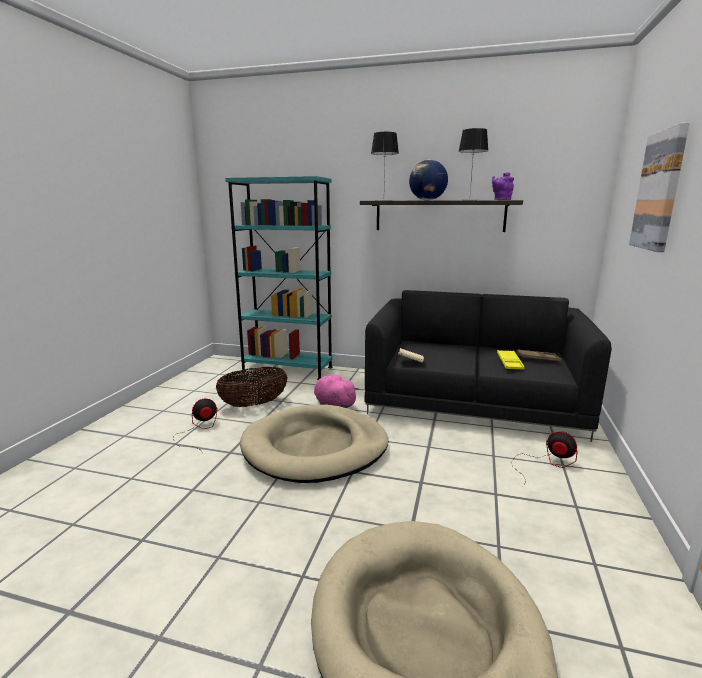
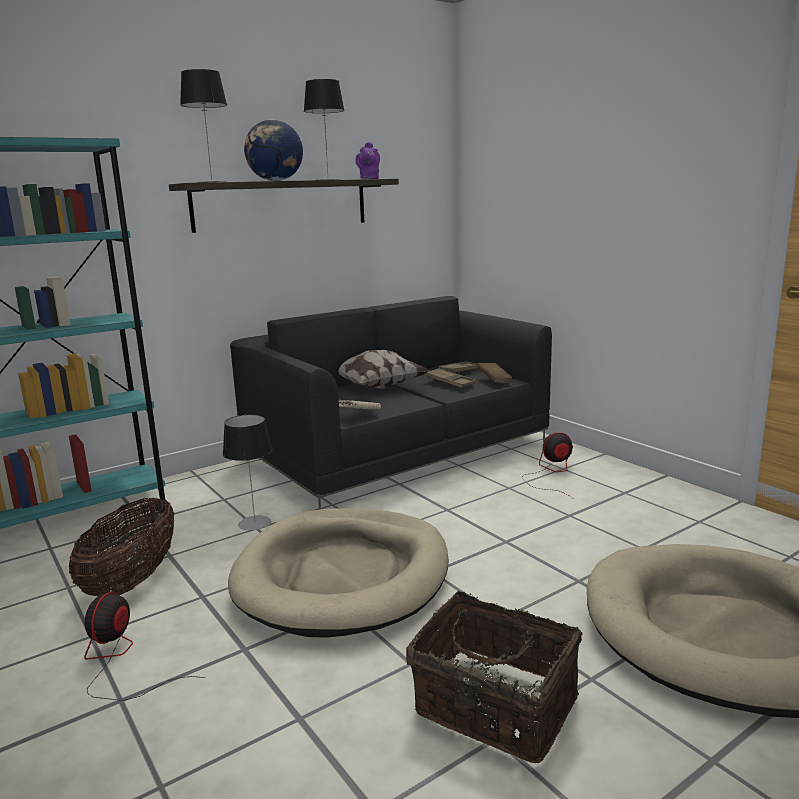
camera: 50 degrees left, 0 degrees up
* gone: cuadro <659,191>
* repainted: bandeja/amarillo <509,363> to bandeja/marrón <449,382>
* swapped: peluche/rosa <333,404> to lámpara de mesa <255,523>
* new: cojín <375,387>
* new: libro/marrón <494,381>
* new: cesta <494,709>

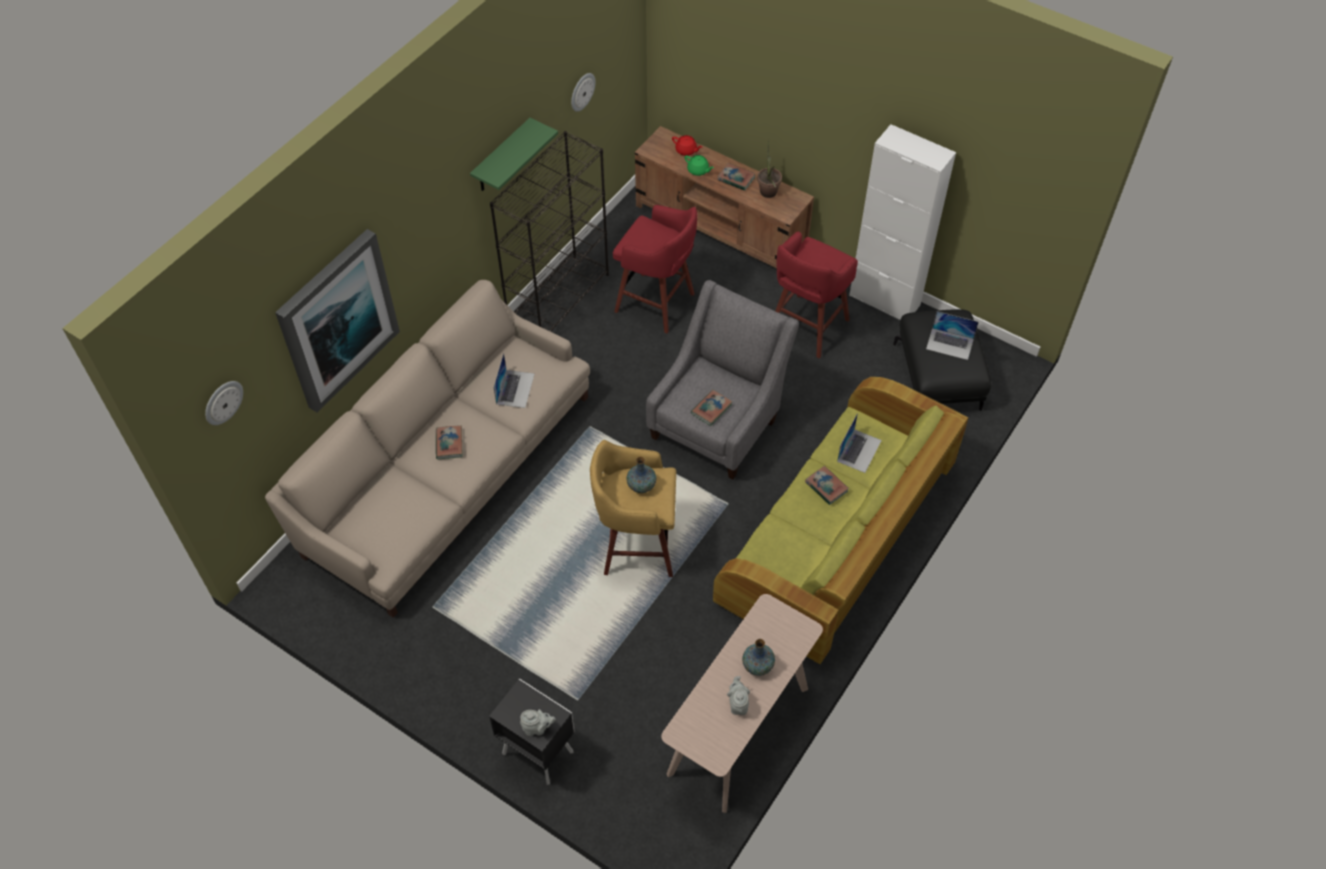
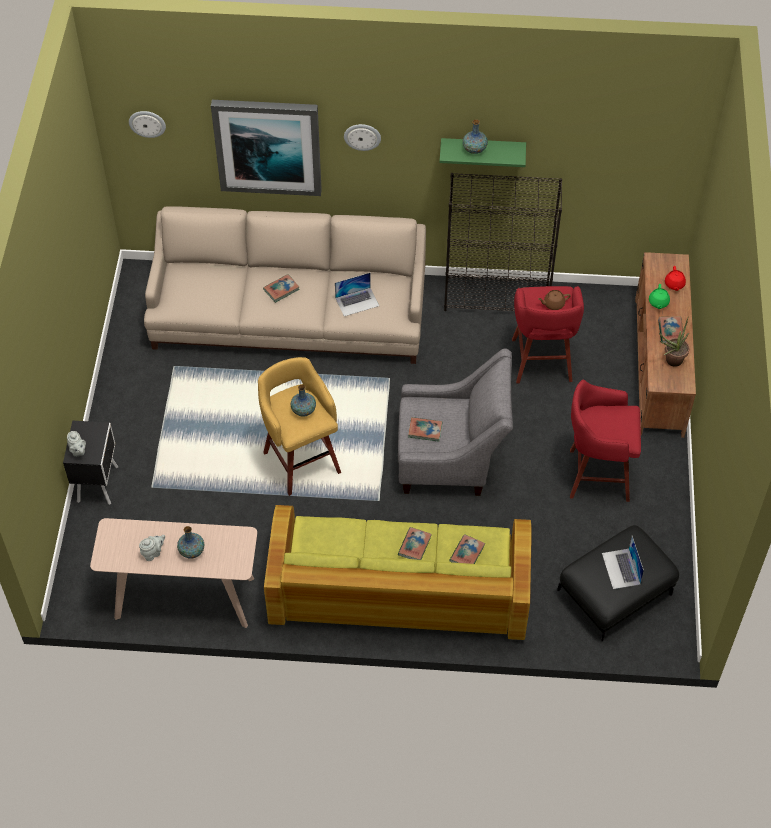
camera: 60 degrees right, 0 degrees up
* shifted: reloj de pared <582,91> to <362,136>
* gone: armario/blanco <884,300>
* swapped: portátil <859,450> to libro <467,553>
* new: florero <474,149>
* new: tetera/marrón <553,304>

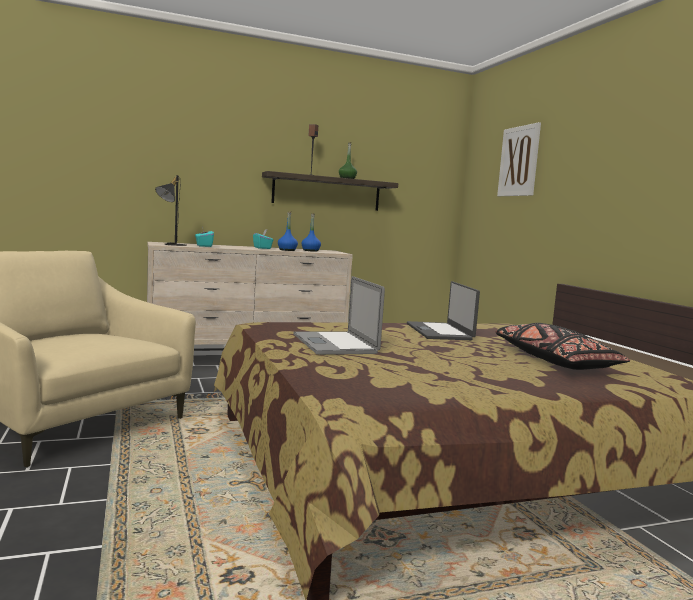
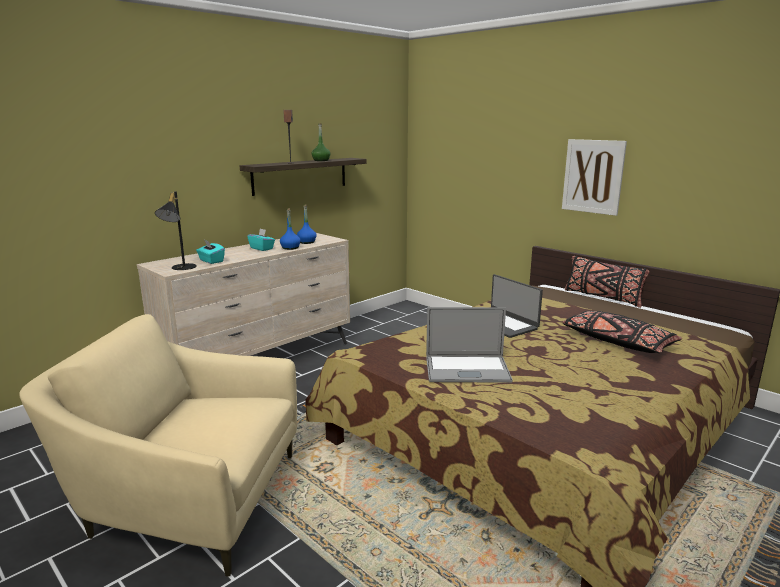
camera: 25 degrees left, 10 degrees up
* shifted: cuadro <519,161> to <593,176>
* rotated: portátil <334,343> = <467,369> 45 degrees counterclockwise
* new: cojín/negro <602,297>

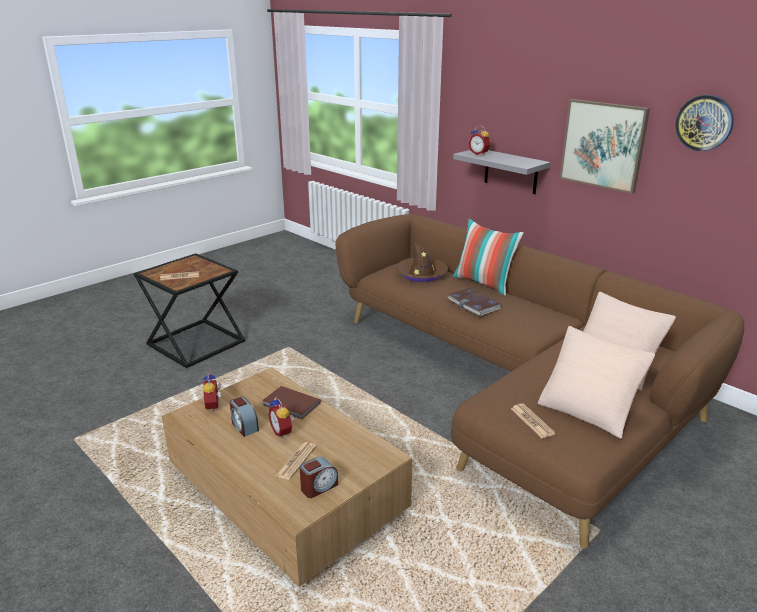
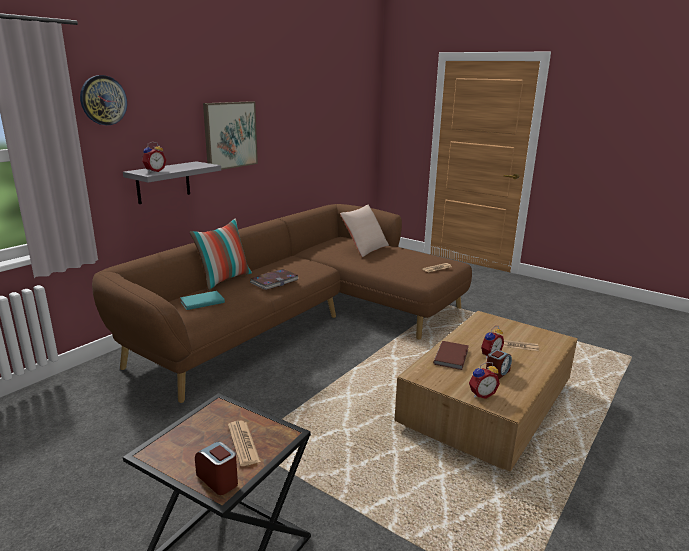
camera: 100 degrees left, 5 degrees down
* shifted: reloj de pared <704,123> to <103,100>
* swapped: sombrero/marrón <421,274> to libro/turquesa <201,302>
* gone: cojín/beis <588,409>
* shifted: despertador <319,487> to <218,479>

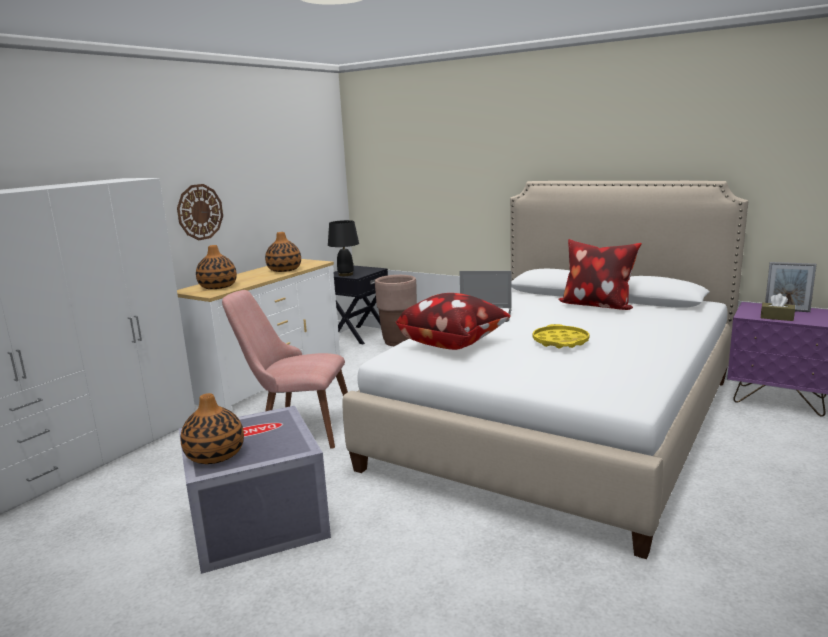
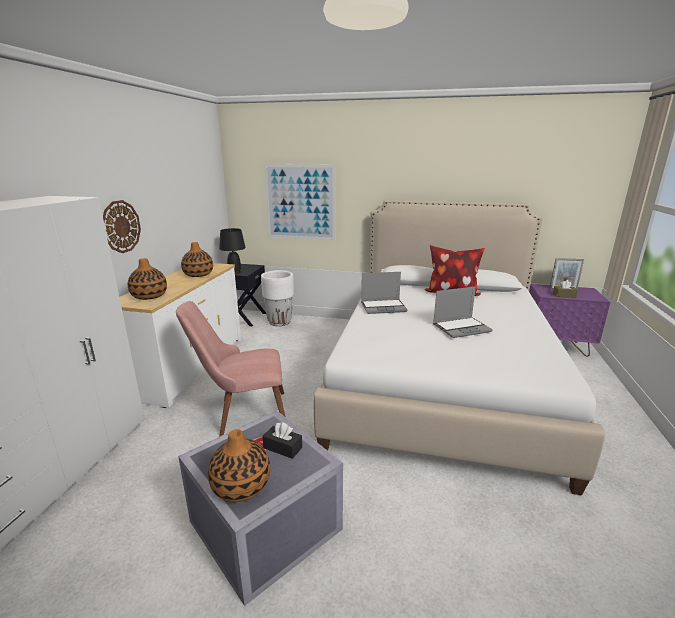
camera: 20 degrees left, 5 degrees up
* repainted: maceta/marrón <399,342> to maceta/blanco <279,322>
* gone: cojín <452,343>
* swapped: bandeja/amarillo <560,341> to portátil <461,328>
* new: cuadro <300,202>
* new: caja de pañuelos/negro <282,447>

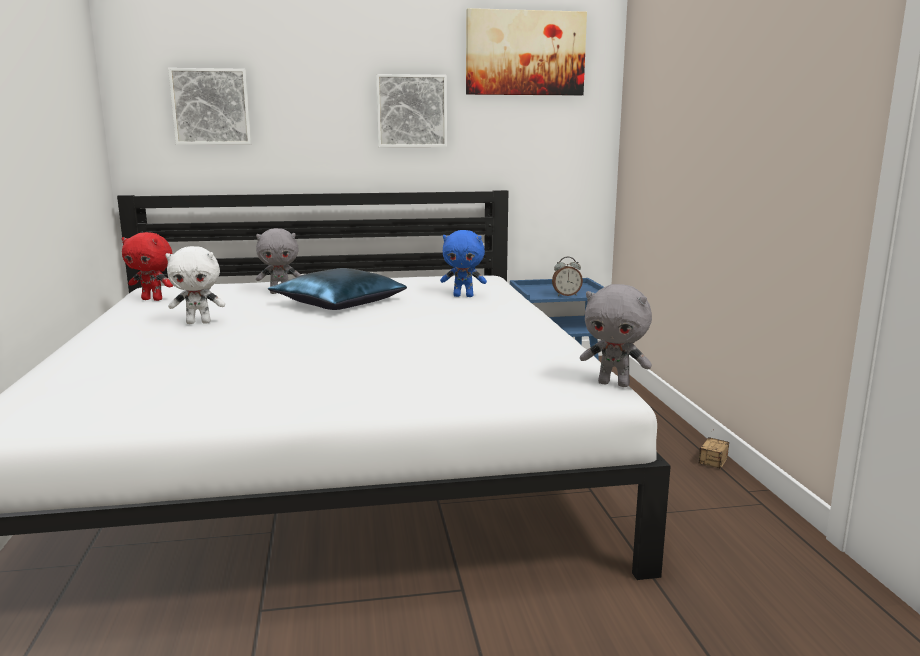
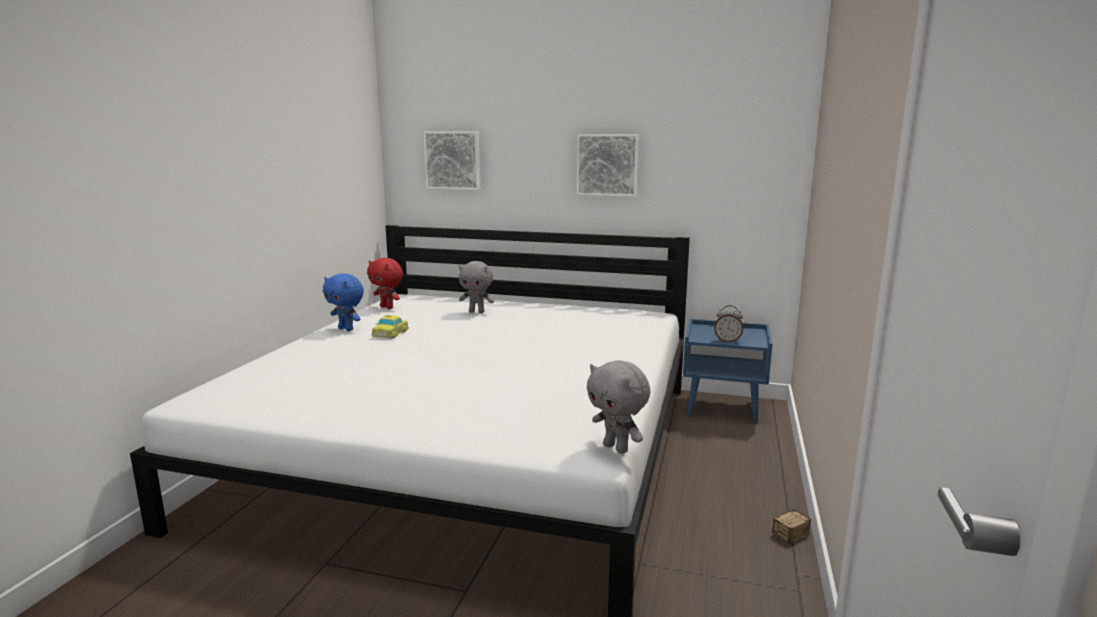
camera: 25 degrees right, 0 degrees up
* gone: cuadro <525,53>
* shifted: peluche/azul <463,296> to <347,329>
* swapped: peluche/blanco <199,322> to coche de juguete <391,333>
* gone: cojín/azul <339,303>

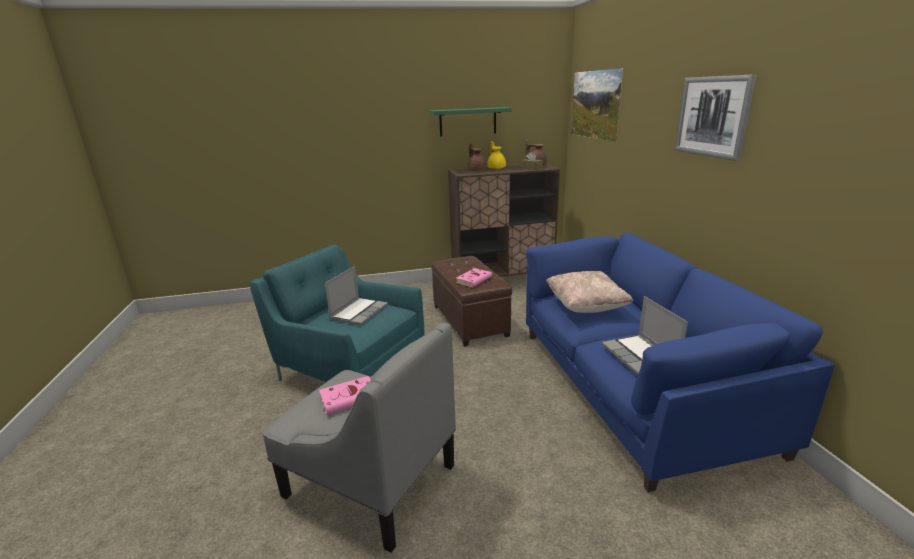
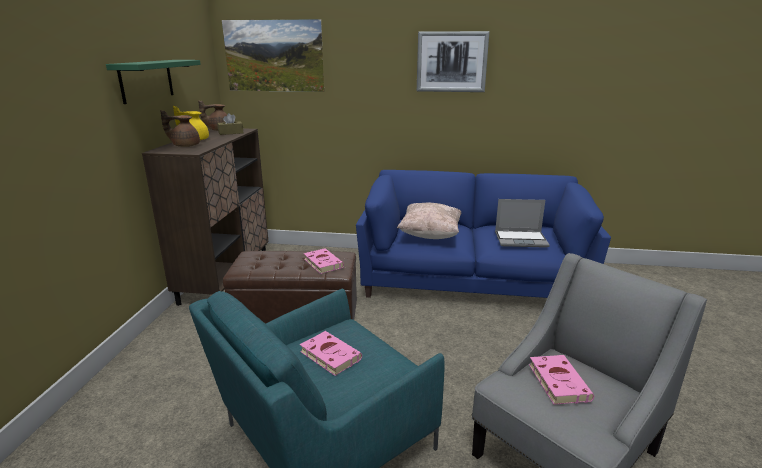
camera: 70 degrees left, 0 degrees up
* swapped: portátil <359,312> to libro/rosa <329,355>

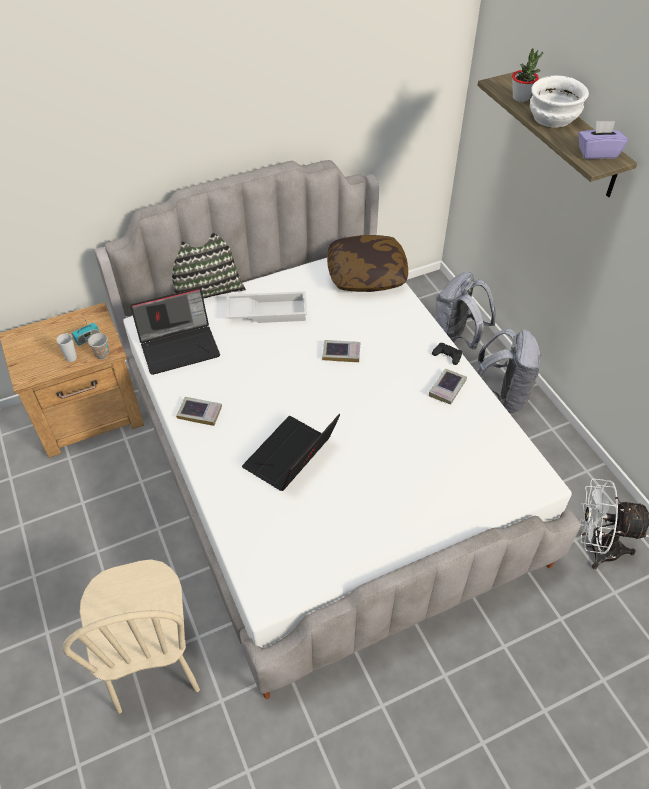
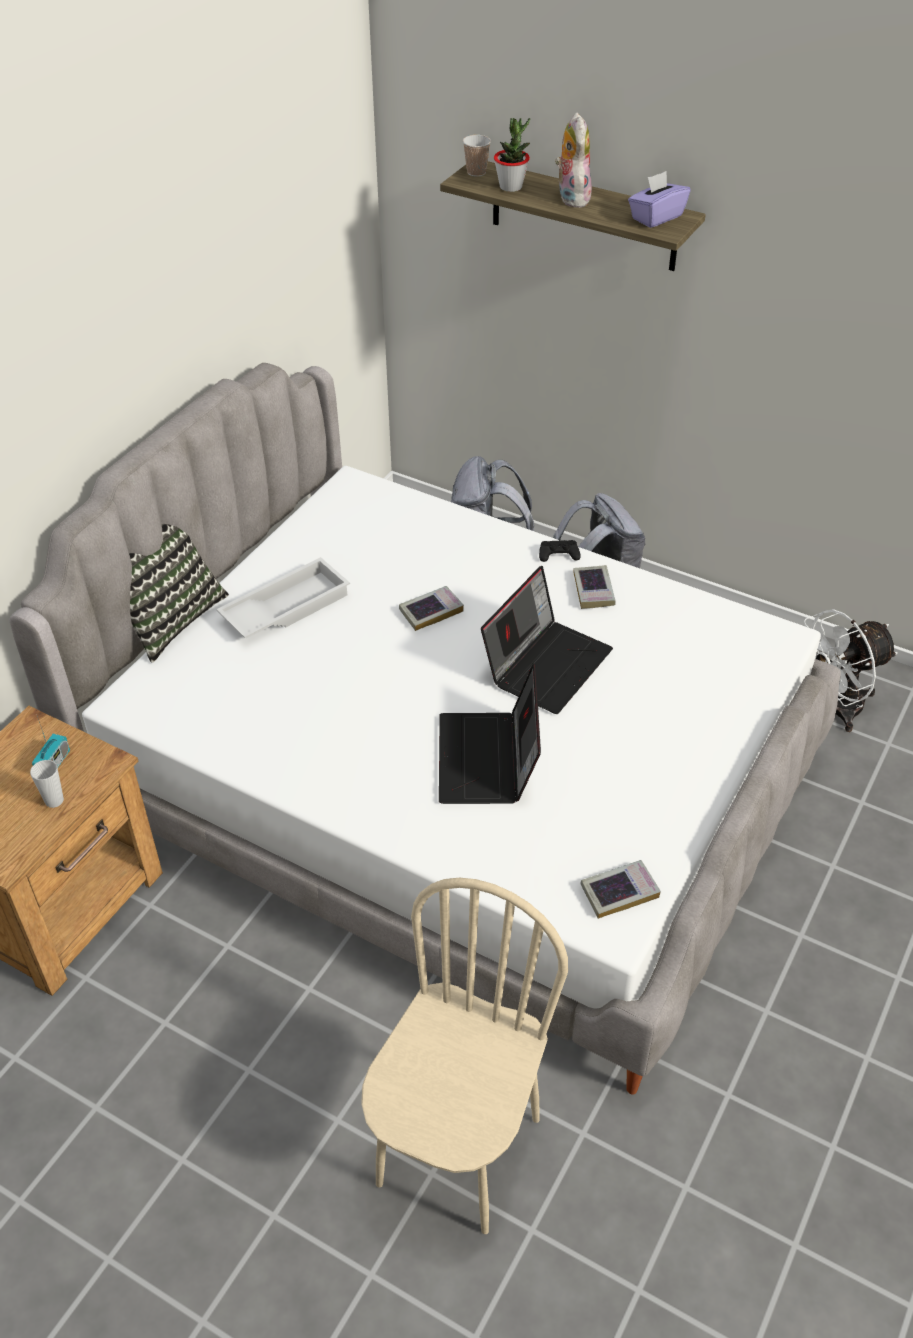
camera: 35 degrees left, 5 degrees down
* swapped: cuenco/blanco <553,119> to peluche <571,198>
* gone: cojín <366,275>
* shifted: portátil <180,346> to <546,663>
* shifted: taza <102,355> to <476,172>
* shifted: libro <199,413> to <619,892>
* rotated: silla/beis <153,662> = <457,1150> 105 degrees counterclockwise

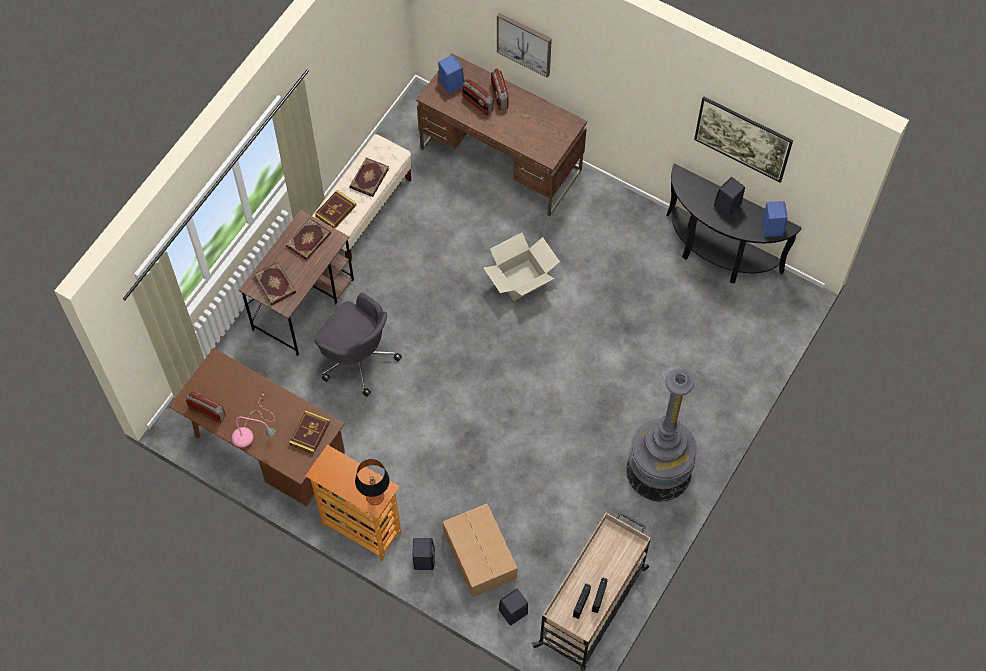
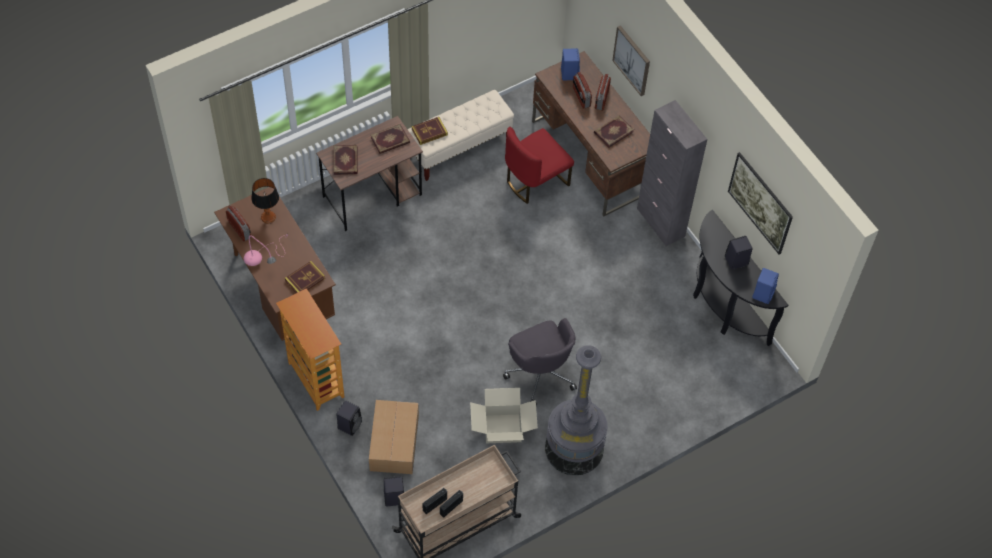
camera: 25 degrees right, 5 degrees down
* shifted: libro <368,178> to <613,132>
* shifted: caja de cartón <520,279> to <502,428>
* shifted: silla de oficina/gris <357,357> to <540,372>
* shifted: lámpara de mesa <374,496> to <268,217>
* new: armario/gris <660,222>
* new: silla/rojo <535,181>

